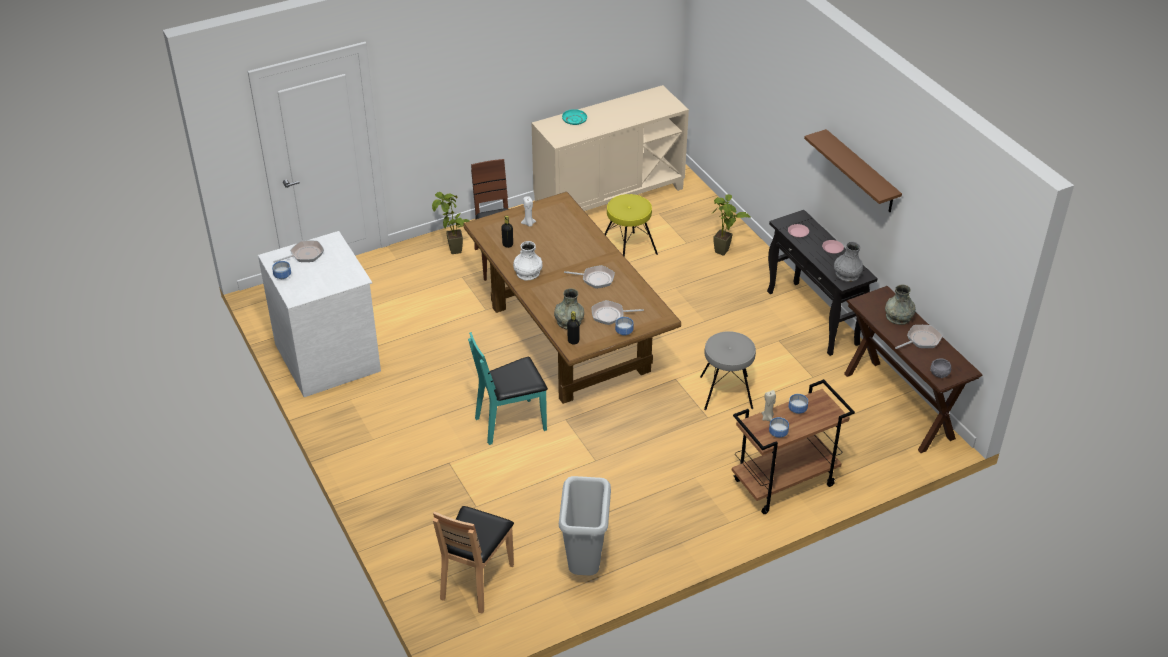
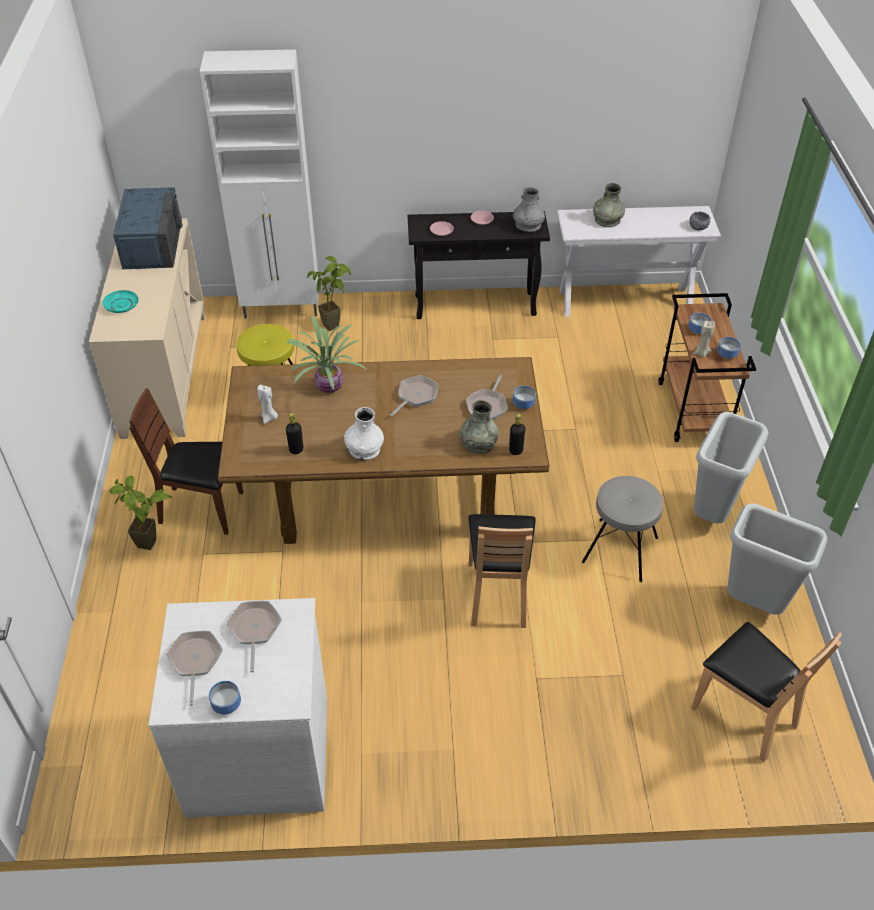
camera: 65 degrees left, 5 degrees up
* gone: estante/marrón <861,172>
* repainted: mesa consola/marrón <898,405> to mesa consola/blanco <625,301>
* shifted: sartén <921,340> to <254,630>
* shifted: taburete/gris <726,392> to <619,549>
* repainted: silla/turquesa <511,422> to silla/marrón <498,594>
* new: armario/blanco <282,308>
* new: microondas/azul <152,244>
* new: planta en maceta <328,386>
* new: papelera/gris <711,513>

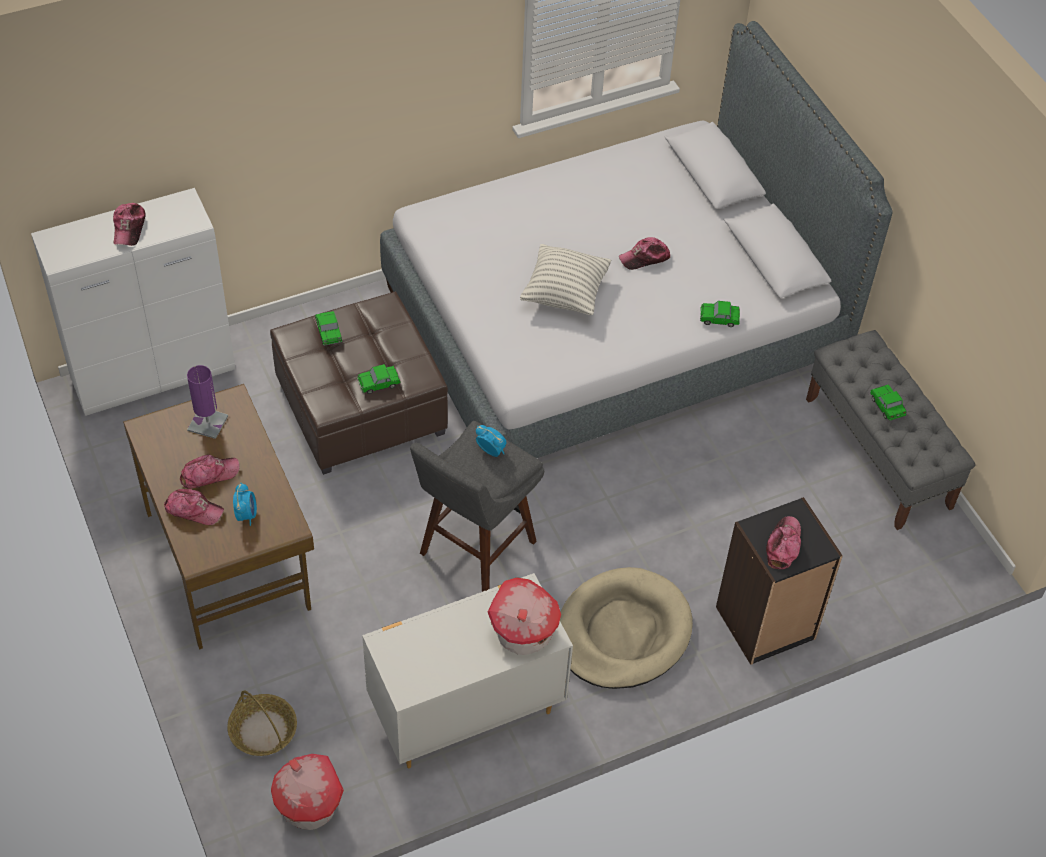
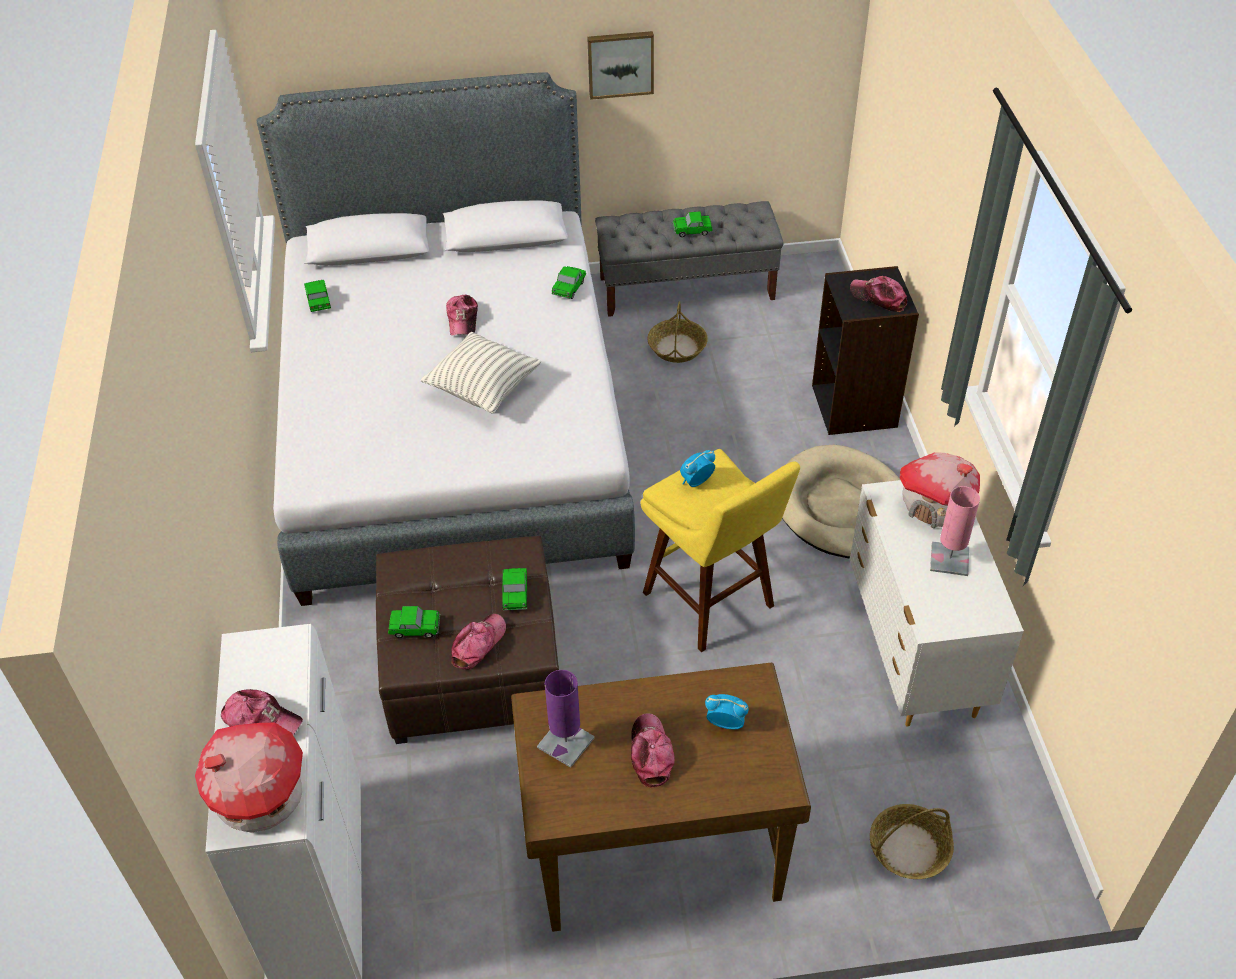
camera: 70 degrees left, 5 degrees down
* repainted: taburete/gris <474,551> to taburete/amarillo <712,603>
* shifted: gorra <193,510> to <478,644>
* shifted: casita <308,804> to <259,799>
* new: cuadro <620,63>
* new: coche de juguete <318,301>
* new: cesta <677,348>
* new: lámpara de mesa/rosa <949,559>

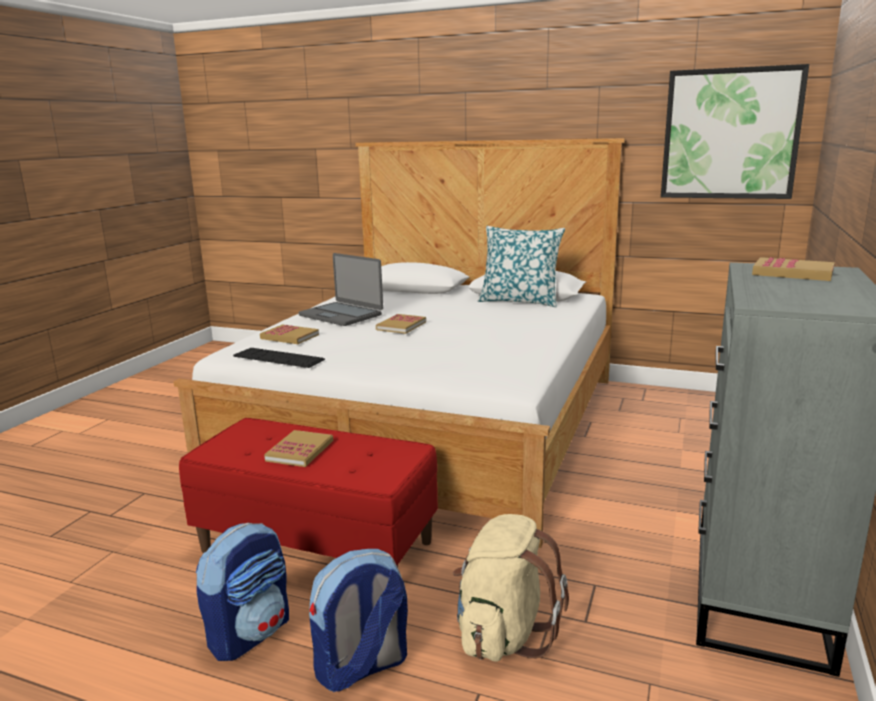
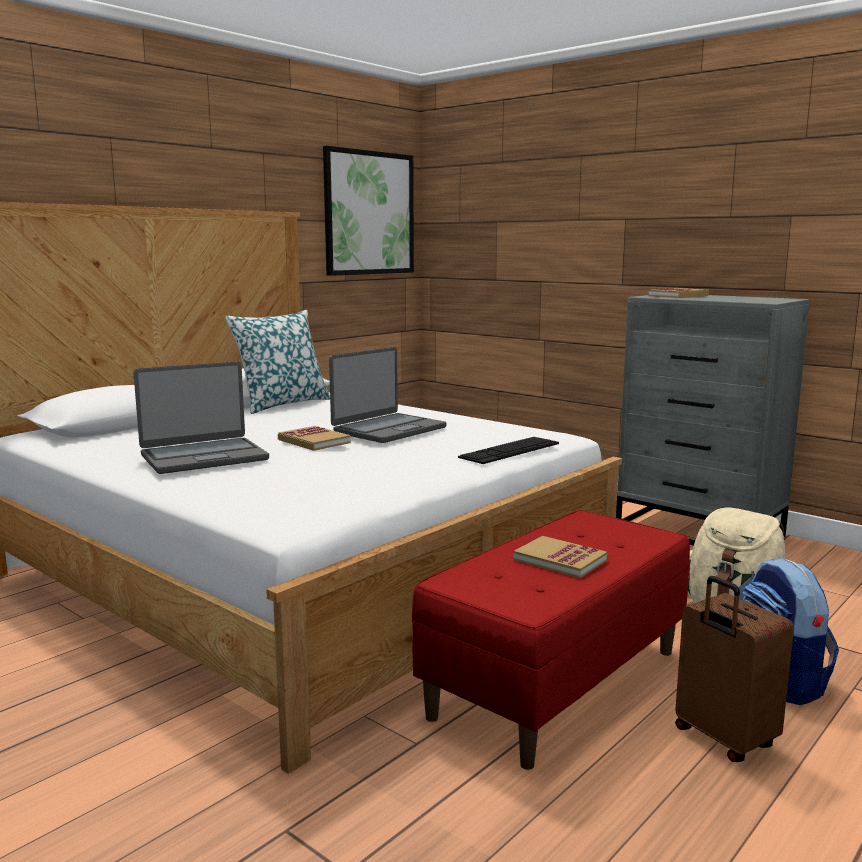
camera: 70 degrees left, 5 degrees down
* gone: libro <289,337>
* shifted: teclado <278,358> to <510,450>
* swapped: mochila <250,633> to maleta/marrón <723,739>
* new: portátil <388,429>

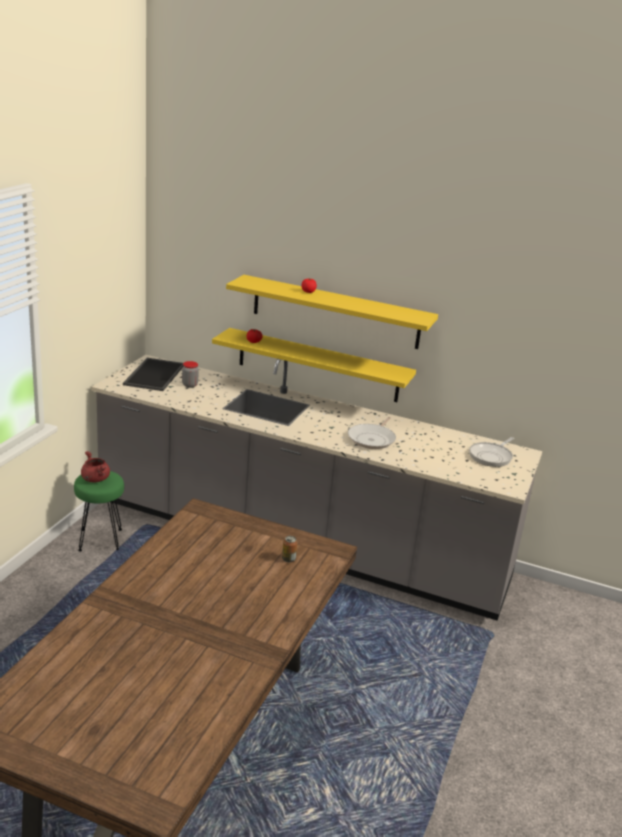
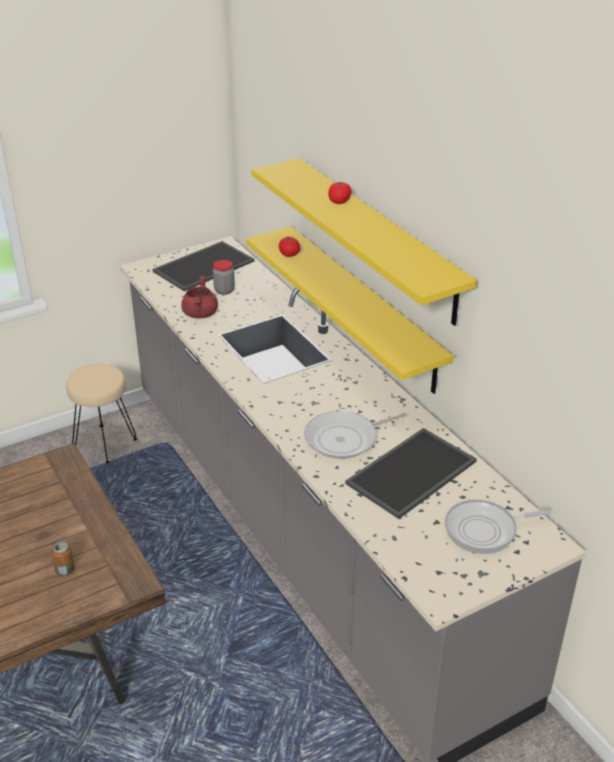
camera: 40 degrees right, 10 degrees up
* shifted: olla/rojo <95,479> to <200,313>
* repainted: taburete/verde <100,539> to taburete/beis <105,444>
* new: bandeja <412,474>

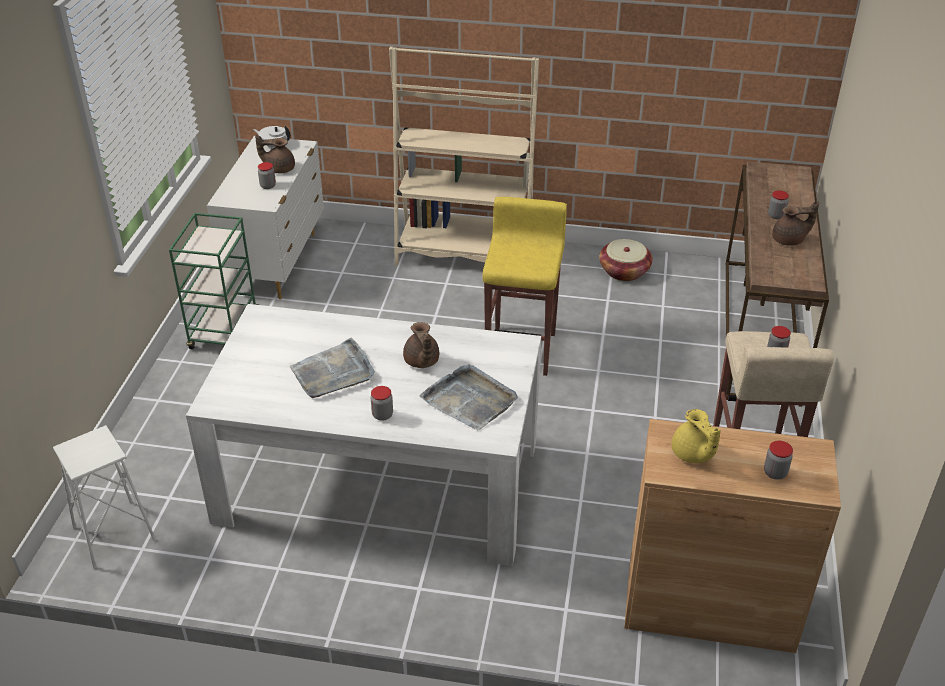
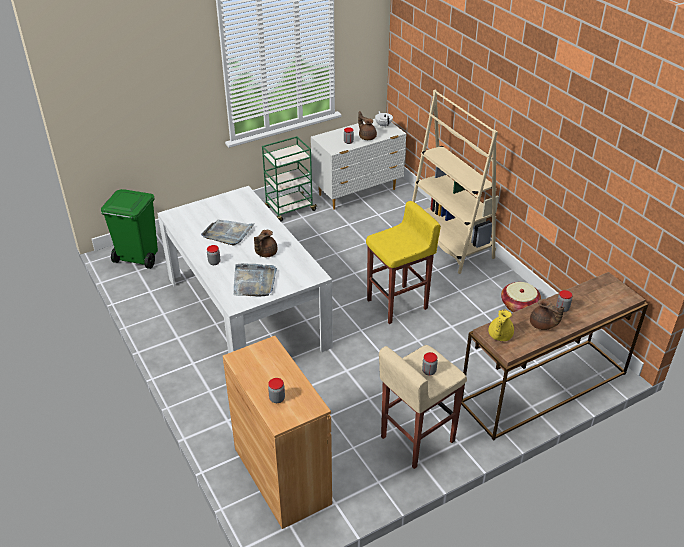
camera: 50 degrees right, 0 degrees up
* shifted: tetera/amarillo <693,454> to <499,336>
* swapped: taburete/blanco <113,534> to papelera/verde <138,258>

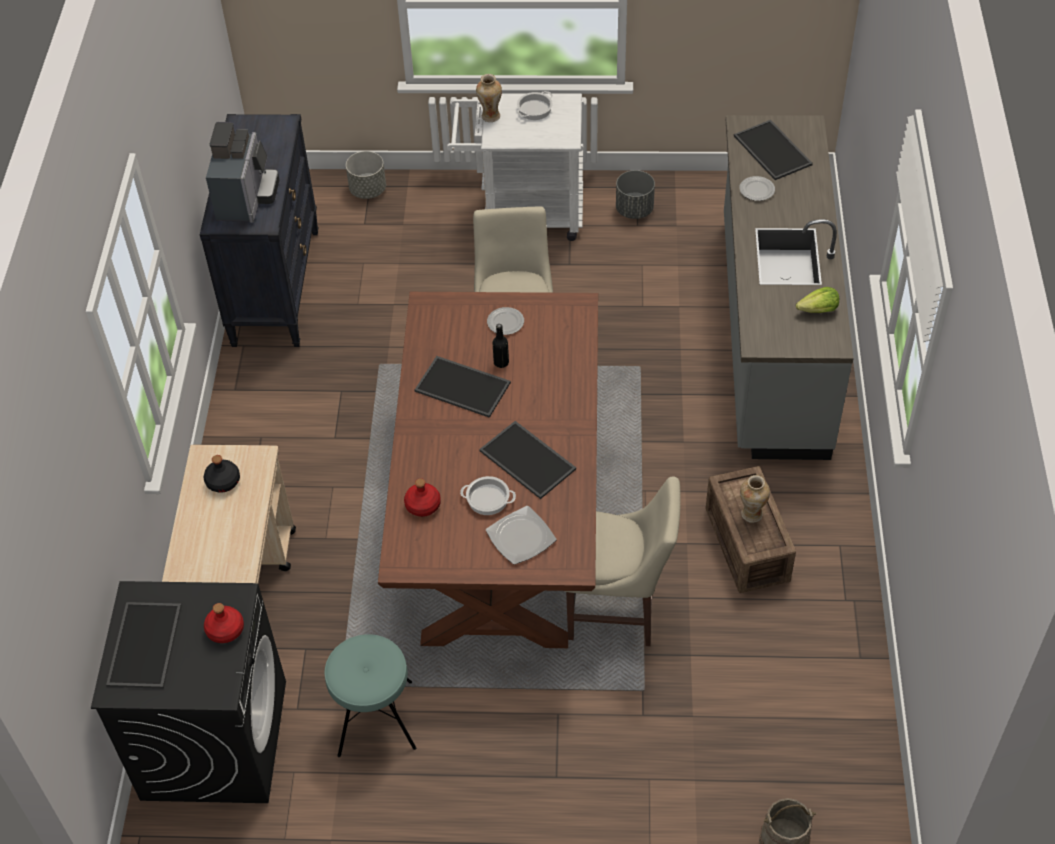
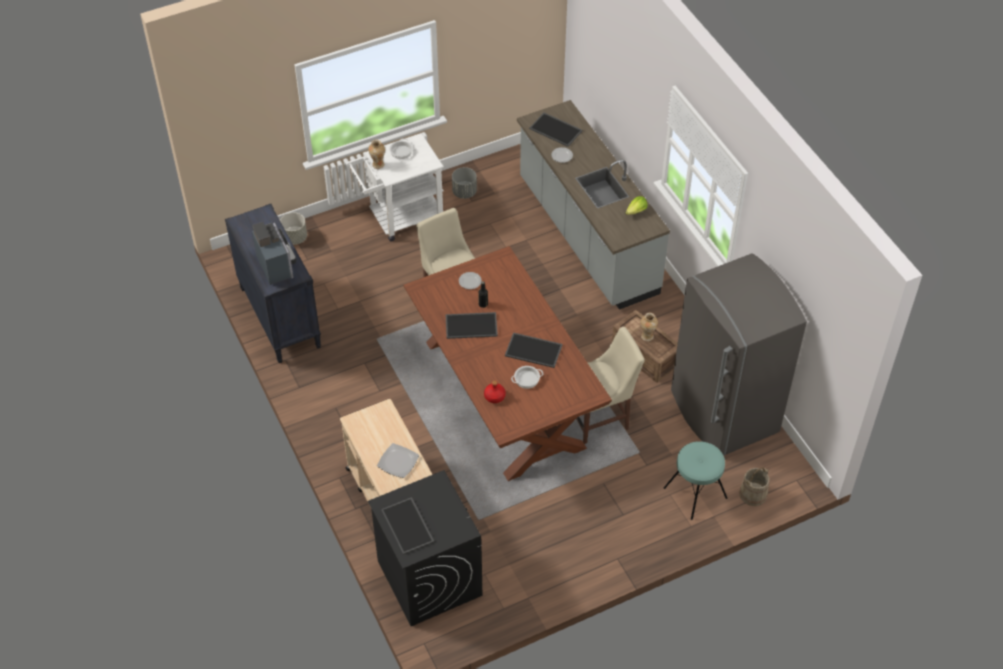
camera: 30 degrees left, 0 degrees up
* gone: botella/negro <223,481>
* shifted: plato <520,537> to <397,462>
* gone: botella/rojo <225,630>
* shifted: taburete/turquesa <375,718> to <695,493>
* new: nevera/gris <723,413>

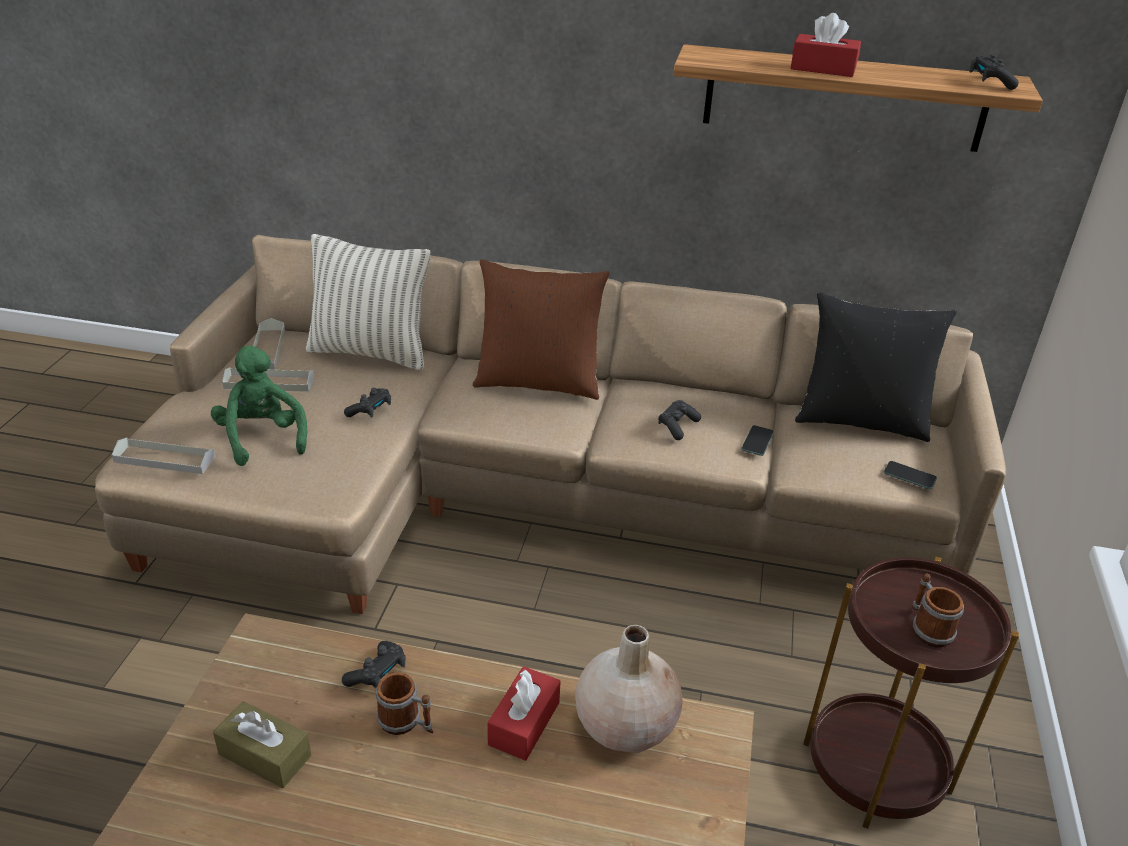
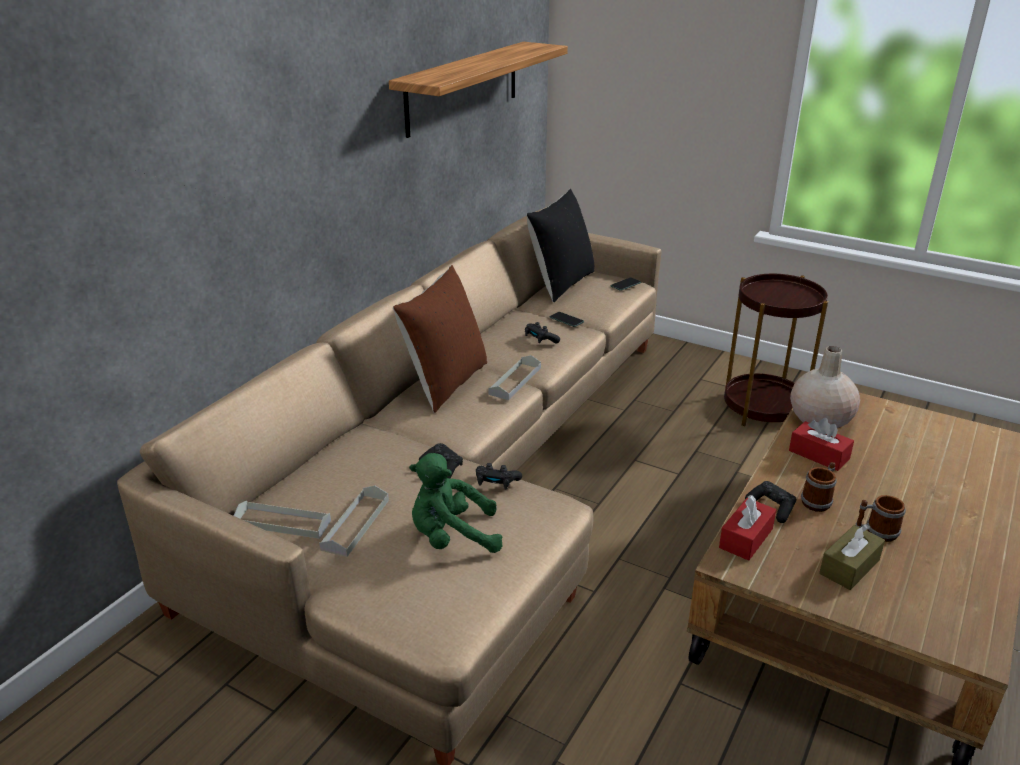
camera: 70 degrees left, 5 degrees down
* shifted: caja de pañuelos/rojo <823,69> to <746,538>
* shifted: mando de consola/negro <990,82> to <496,483>
* gone: cojín <370,352>
* shifted: bandeja/gris <165,459> to <515,381>
* shifted: taza grande <927,628> to <875,532>

